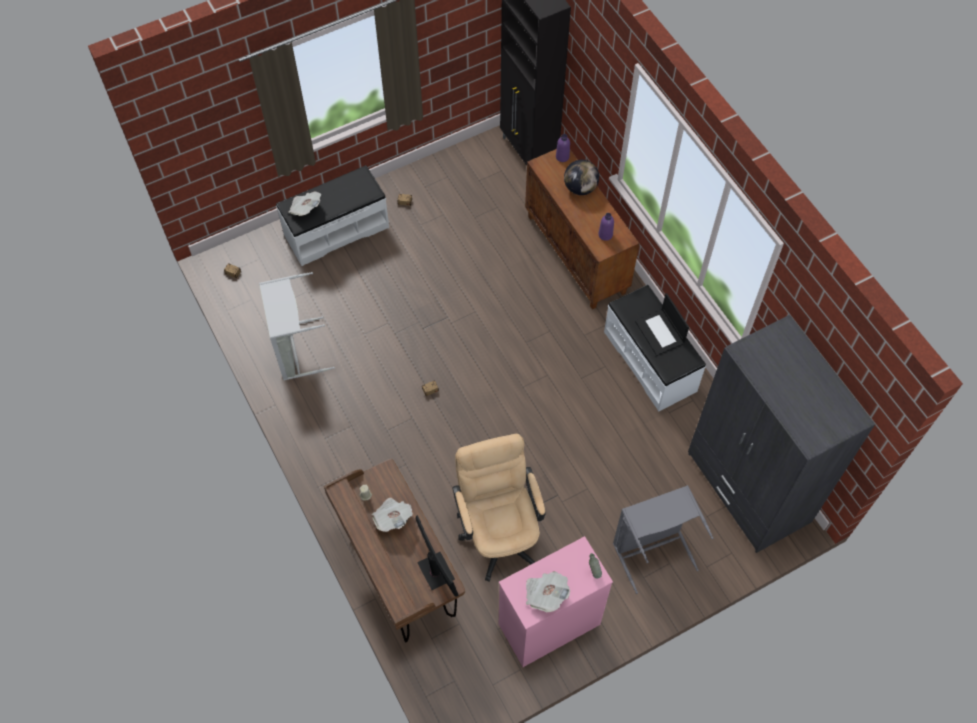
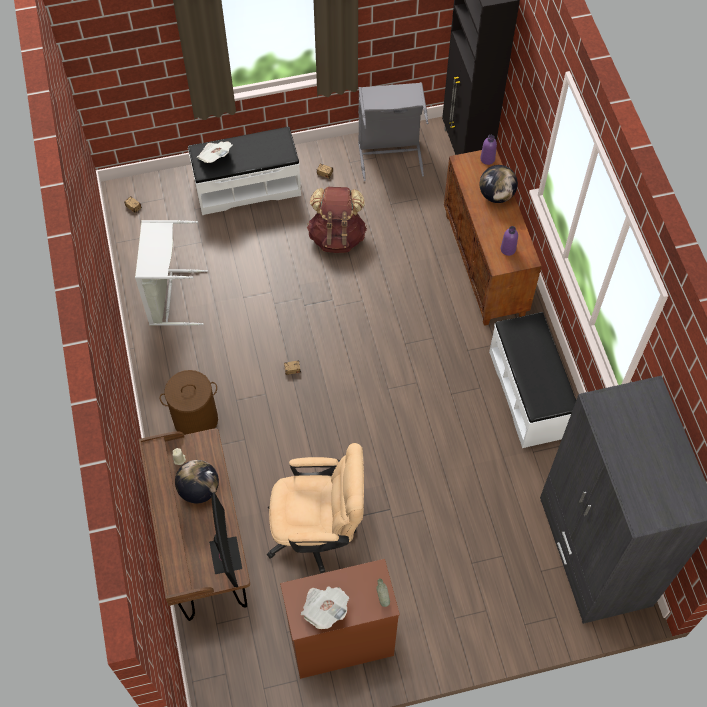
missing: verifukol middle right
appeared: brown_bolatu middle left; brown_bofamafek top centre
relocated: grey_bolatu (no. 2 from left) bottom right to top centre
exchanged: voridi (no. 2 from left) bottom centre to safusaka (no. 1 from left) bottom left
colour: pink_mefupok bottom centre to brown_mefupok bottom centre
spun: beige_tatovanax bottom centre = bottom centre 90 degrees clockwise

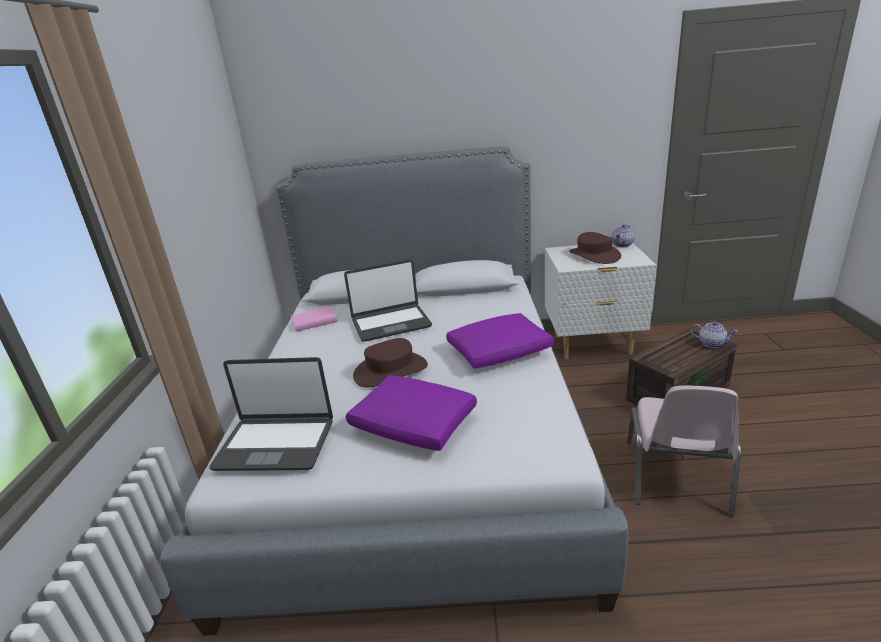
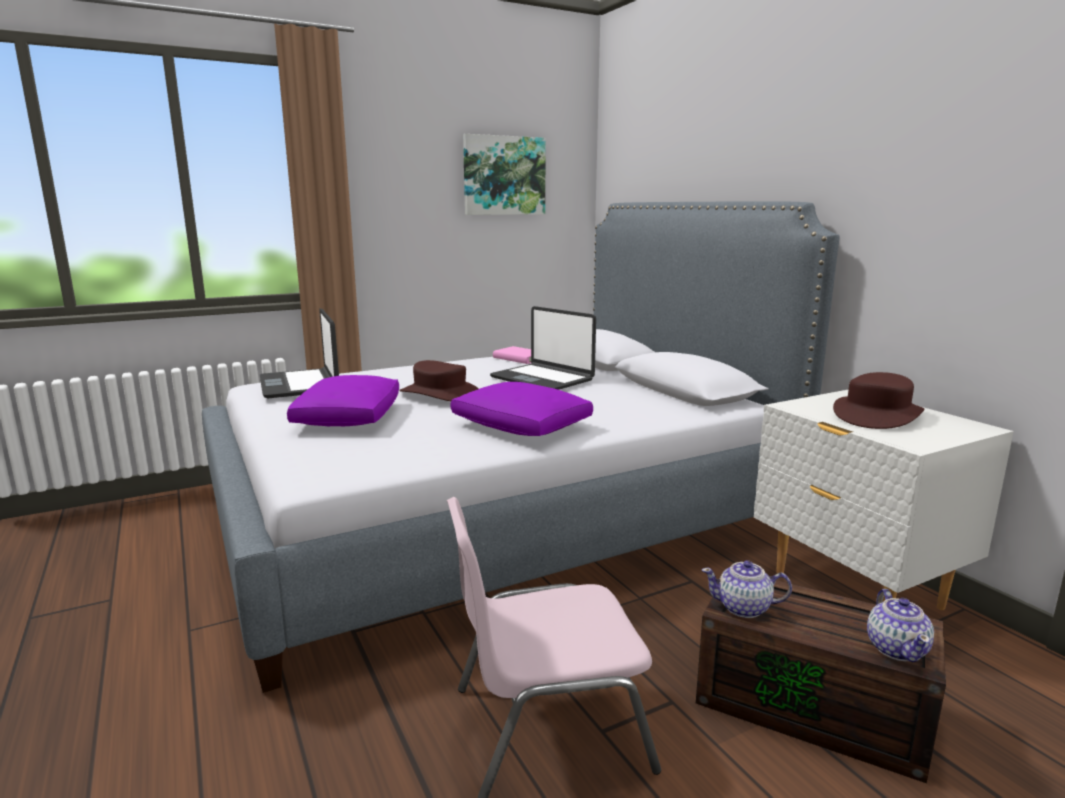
appeared: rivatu top centre
relocated: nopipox (no. 1 from left) middle right to bottom right

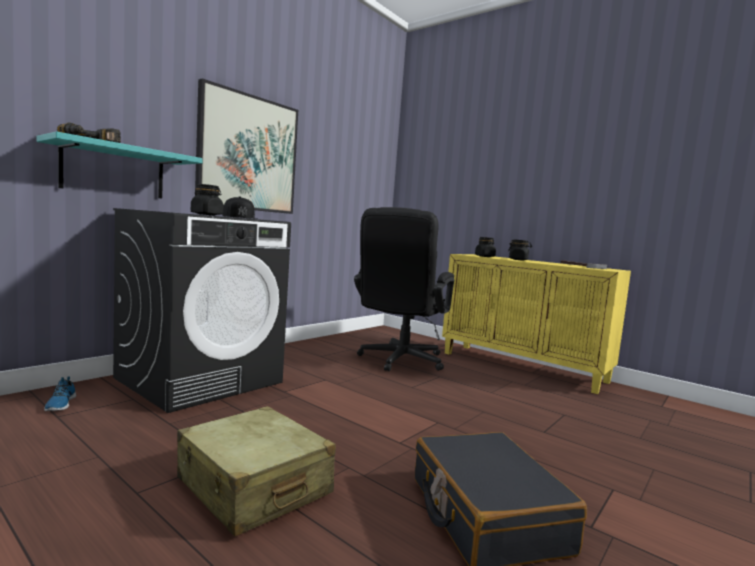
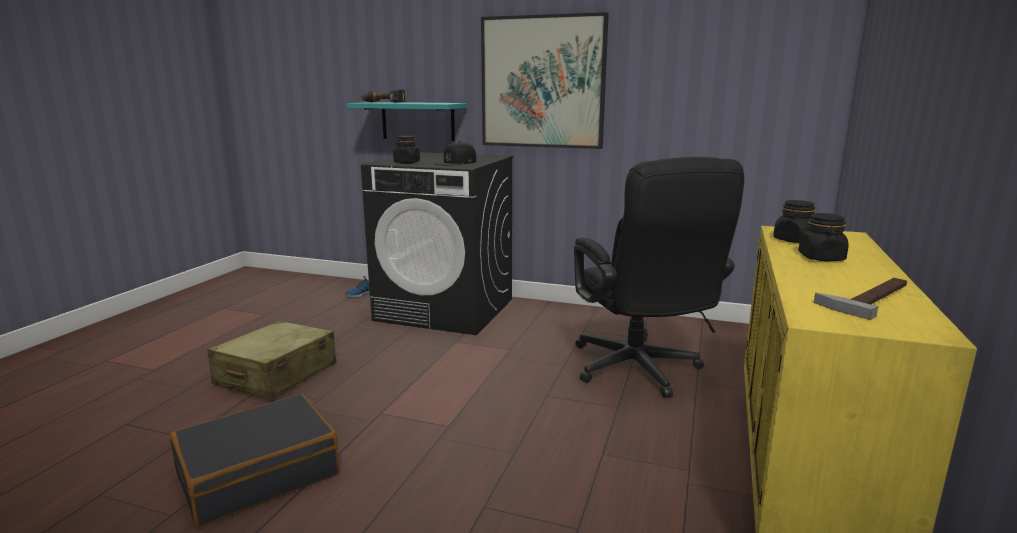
spun: black_tatovanax centre = centre 105 degrees counterclockwise

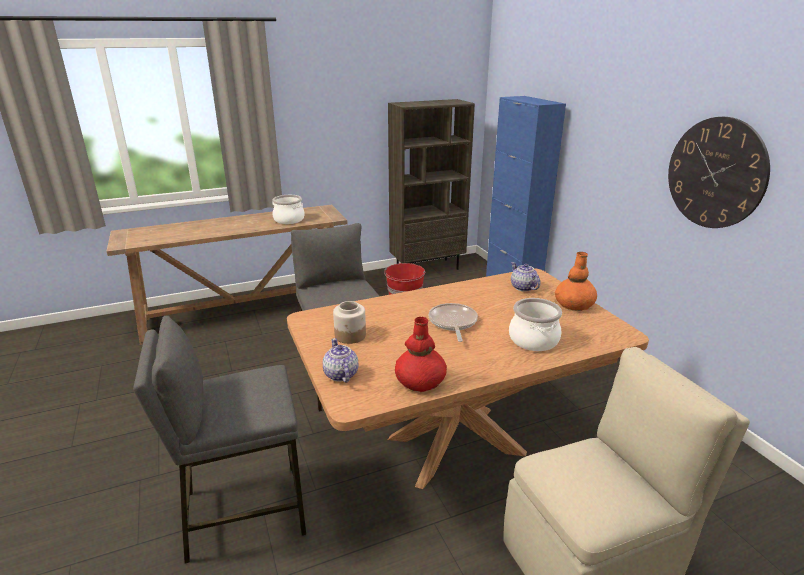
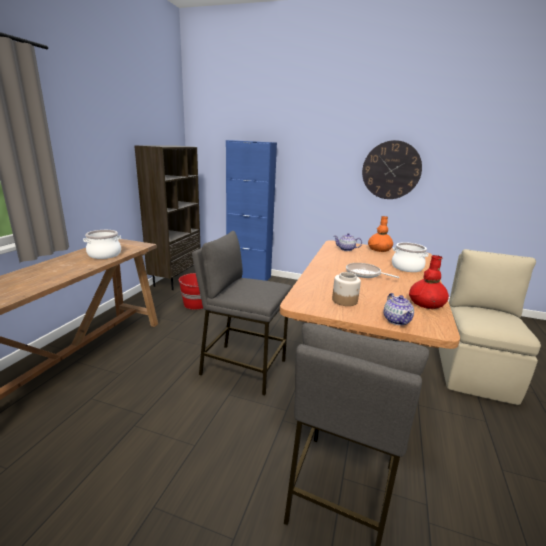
spun: nopipox (no. 1 from left in the first image) centre = middle right 120 degrees counterclockwise

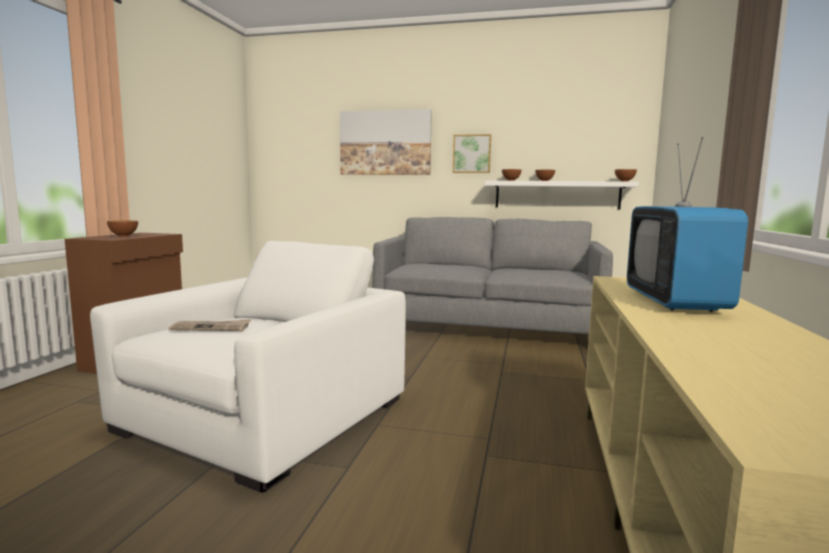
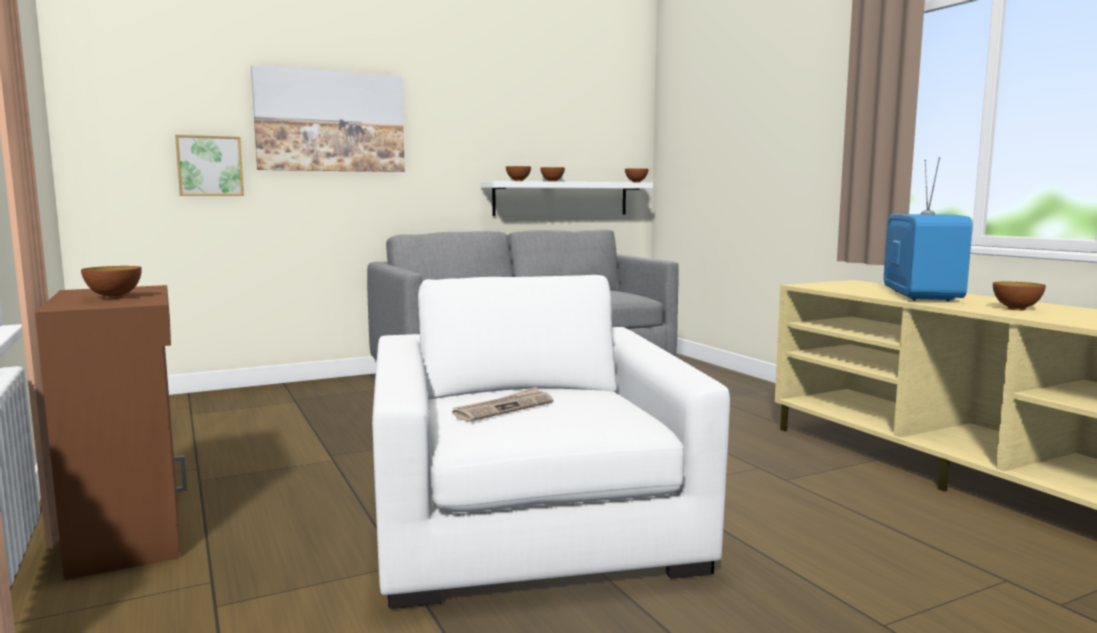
appeared: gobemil (no. 5 from left) middle right
relocated: rivatu (no. 2 from left in the first image) top centre to rivatu (no. 1 from left) top left
spun: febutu middle right = middle right 135 degrees counterclockwise

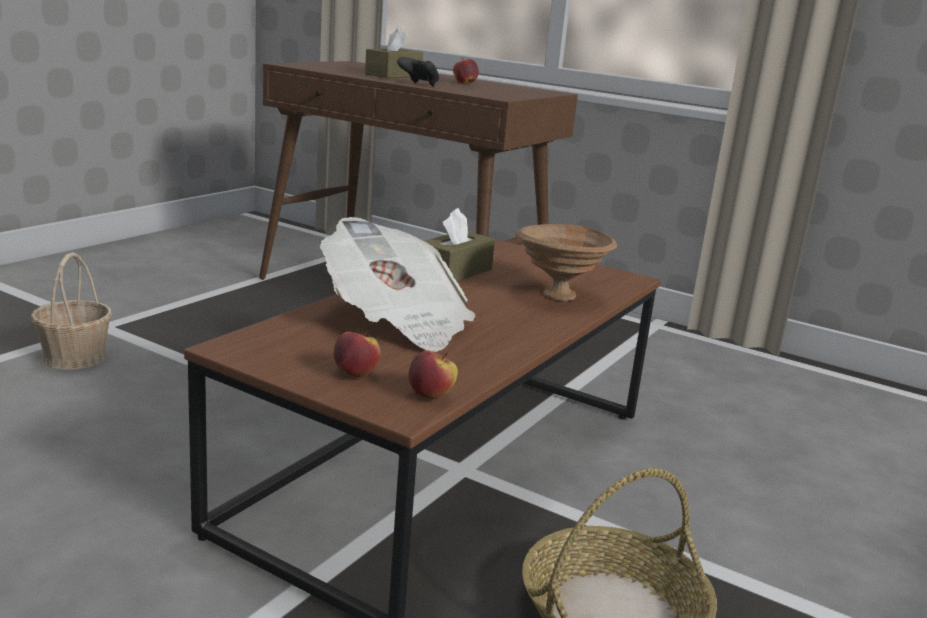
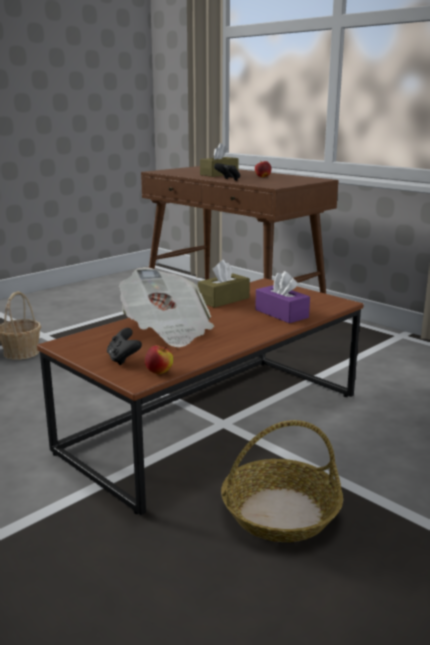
exchanged: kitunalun (no. 1 from left) centre to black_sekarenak (no. 1 from left) middle left; brown_gobemil centre to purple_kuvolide centre

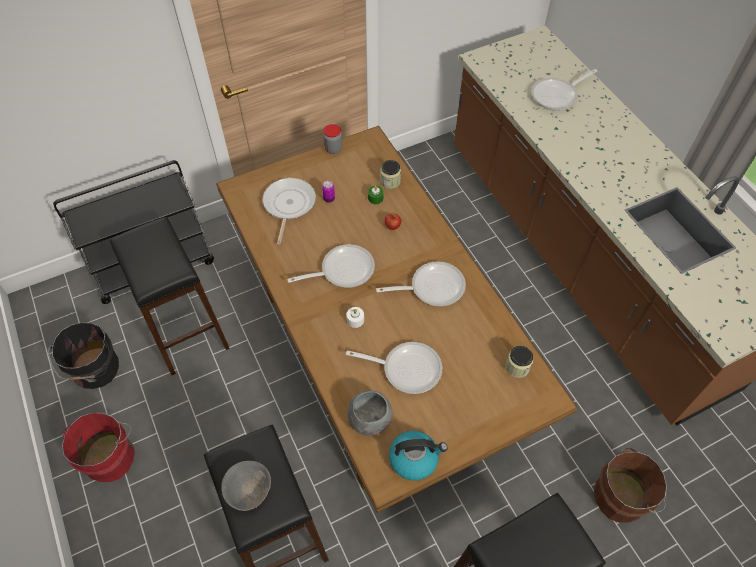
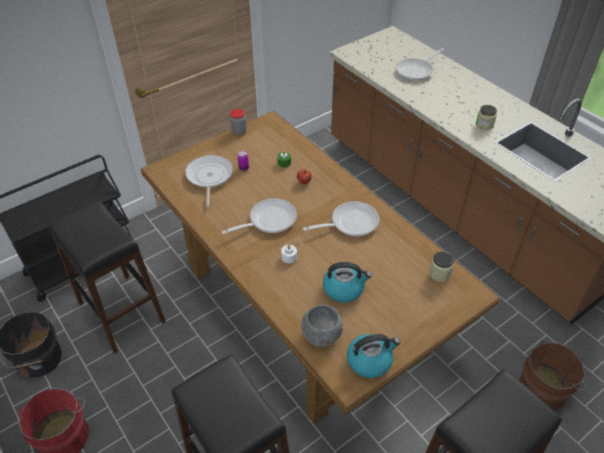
missing: grey_gobemil (no. 1 from left) bottom left
relocated: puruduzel (no. 2 from left in the first image) top centre to puruduzel (no. 3 from left) top right
exchanged: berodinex (no. 3 from left) centre to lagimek (no. 1 from left) centre

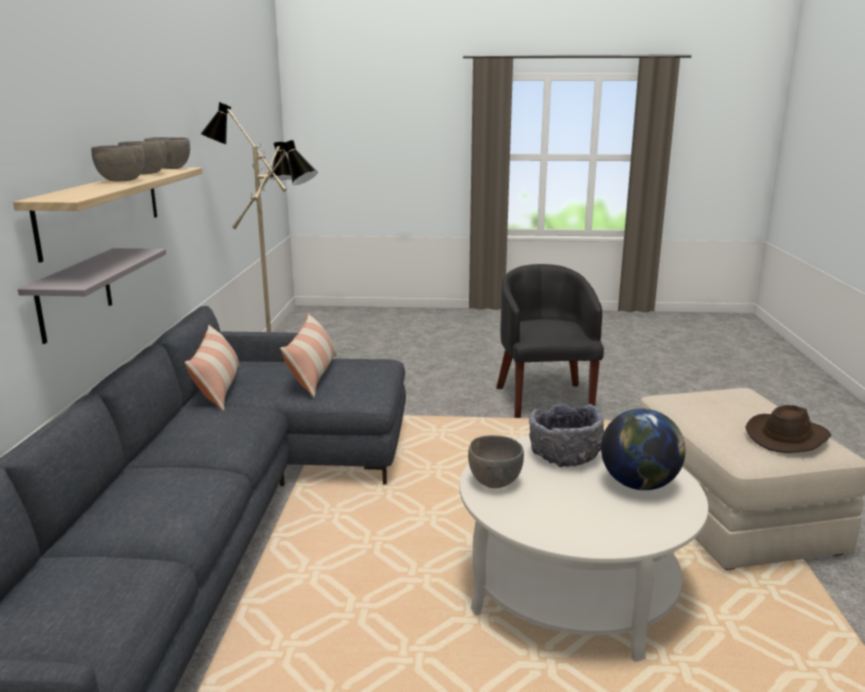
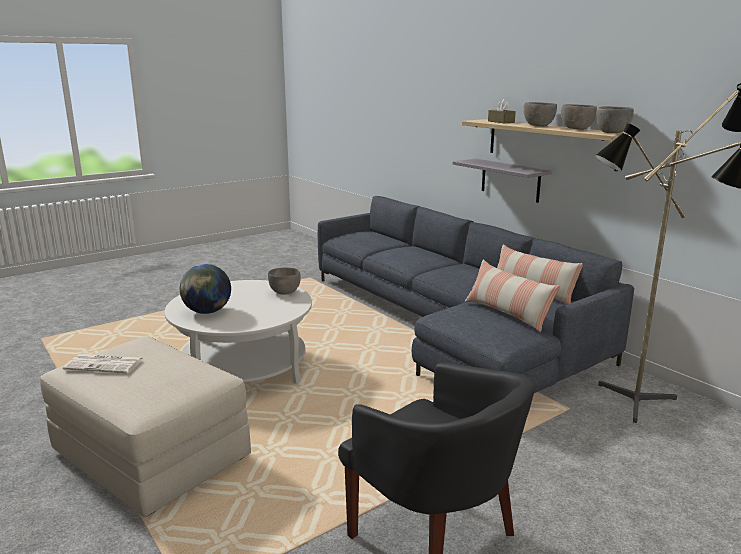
missing: grey_gobemil (no. 5 from left) centre
appeared: brown_kuvolide top right
exchanged: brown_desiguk middle right to voridi middle left

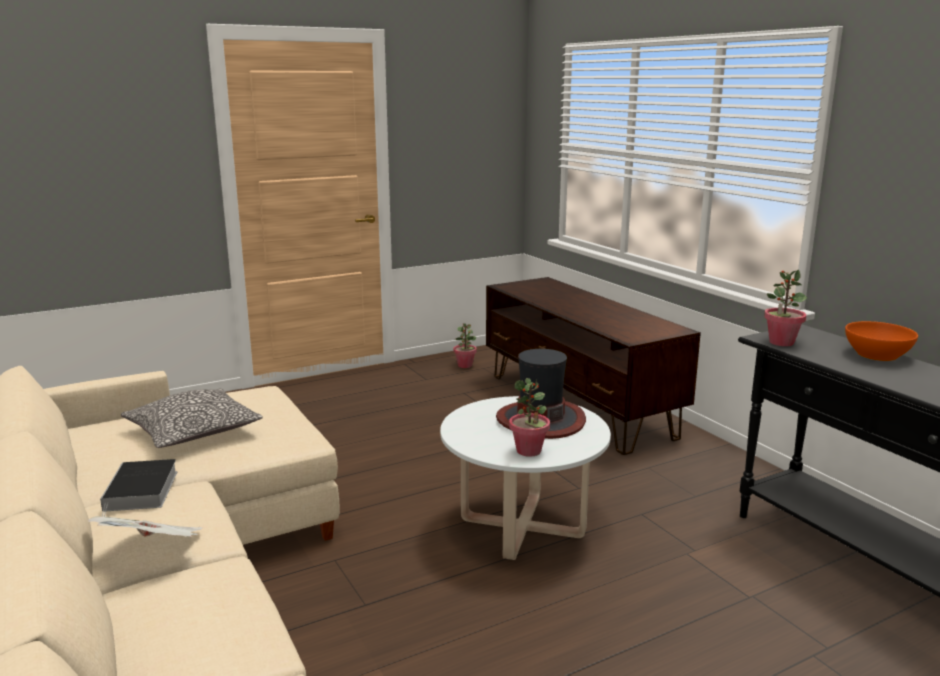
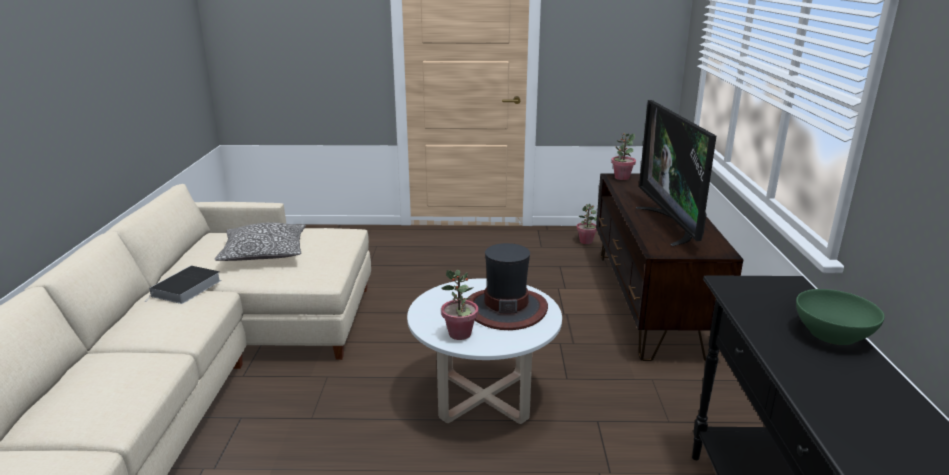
missing: voridi bottom left
appeared: febutu middle right
relocated: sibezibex (no. 3 from left) middle right to top centre
colour: orange_gobemil middle right to green_gobemil bottom right

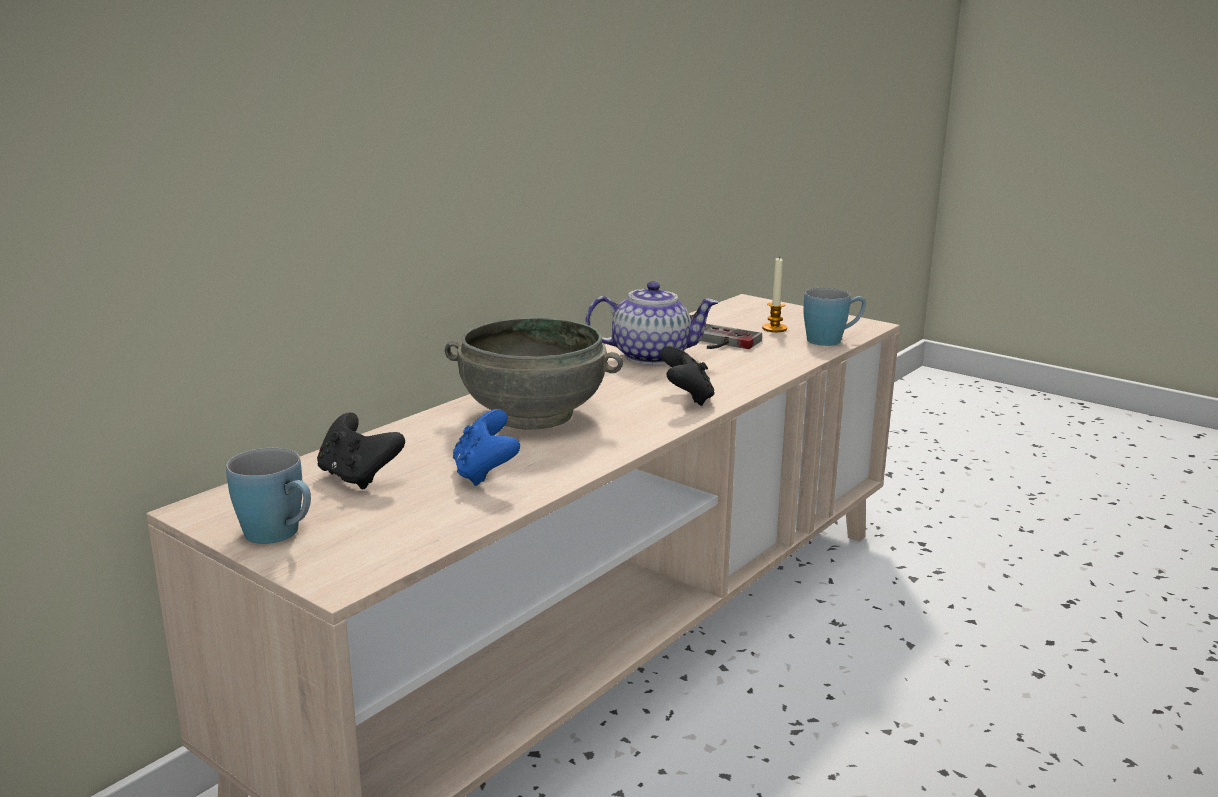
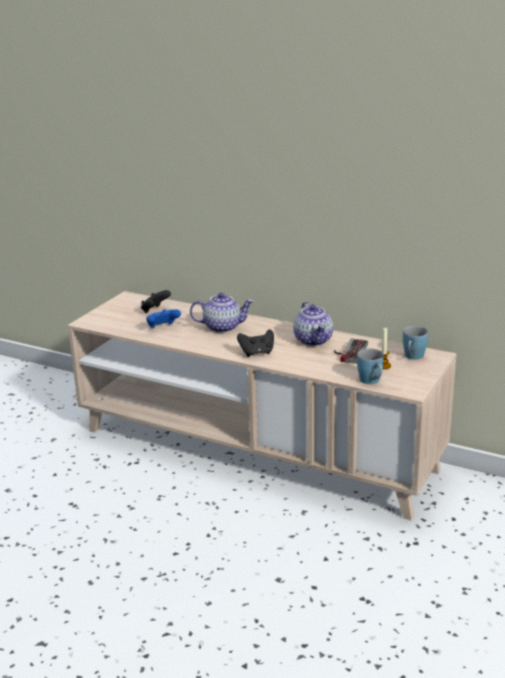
relocated: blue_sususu (no. 1 from left in the first image) middle left to blue_sususu (no. 2 from left) middle right
exchanged: grey_gobemil centre to nopipox (no. 1 from left) centre

